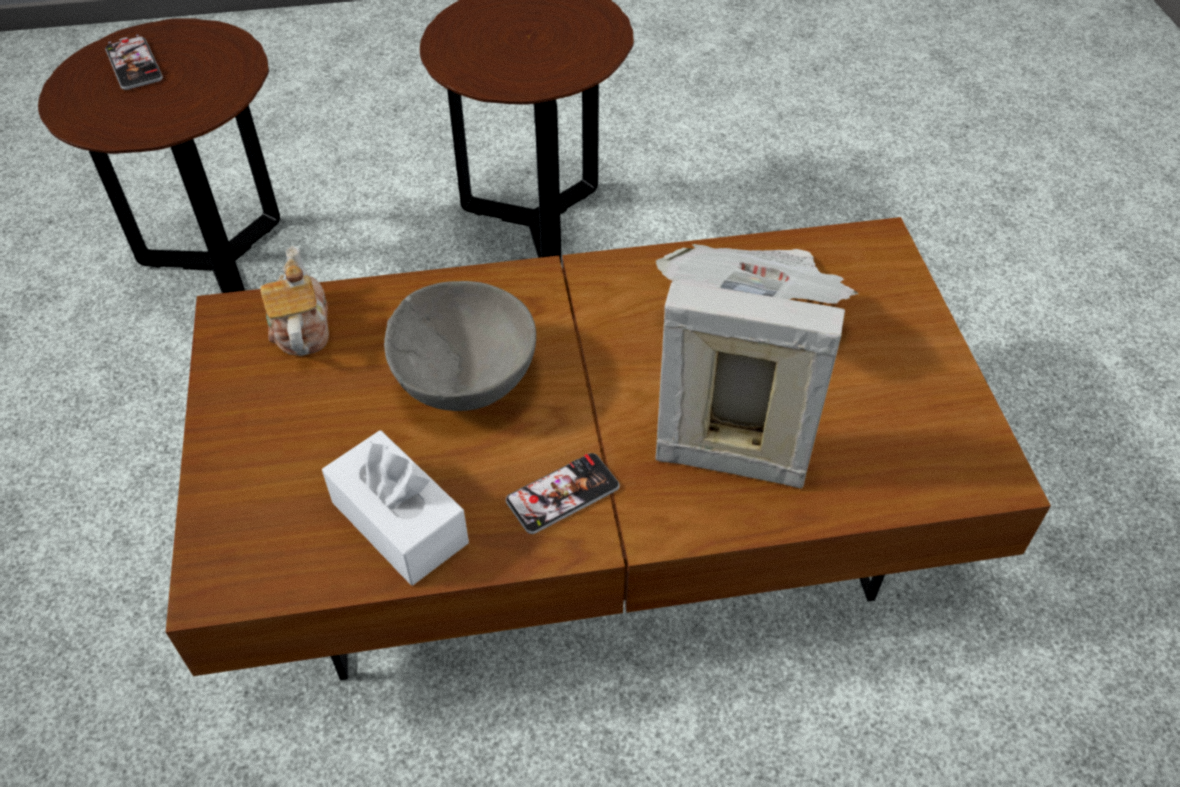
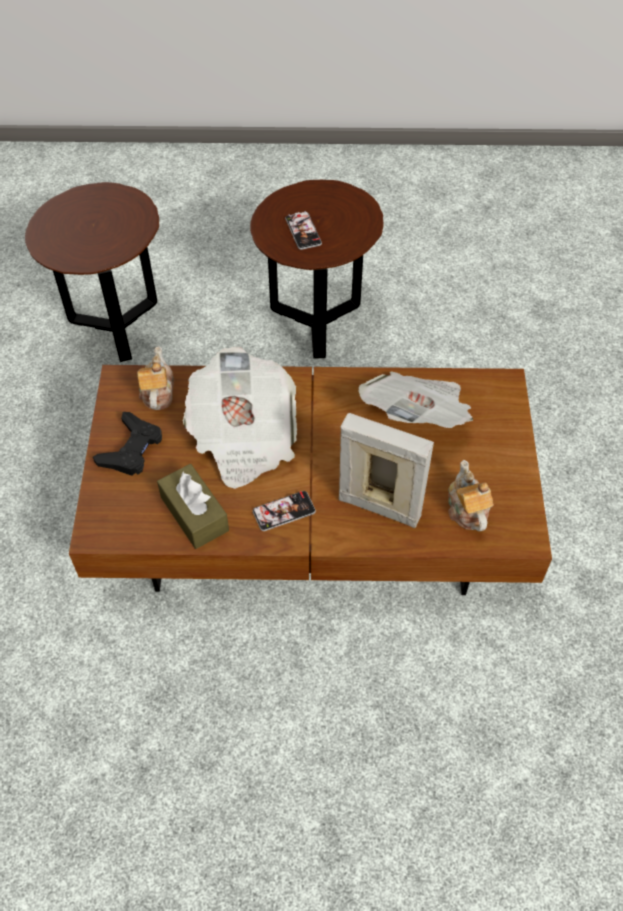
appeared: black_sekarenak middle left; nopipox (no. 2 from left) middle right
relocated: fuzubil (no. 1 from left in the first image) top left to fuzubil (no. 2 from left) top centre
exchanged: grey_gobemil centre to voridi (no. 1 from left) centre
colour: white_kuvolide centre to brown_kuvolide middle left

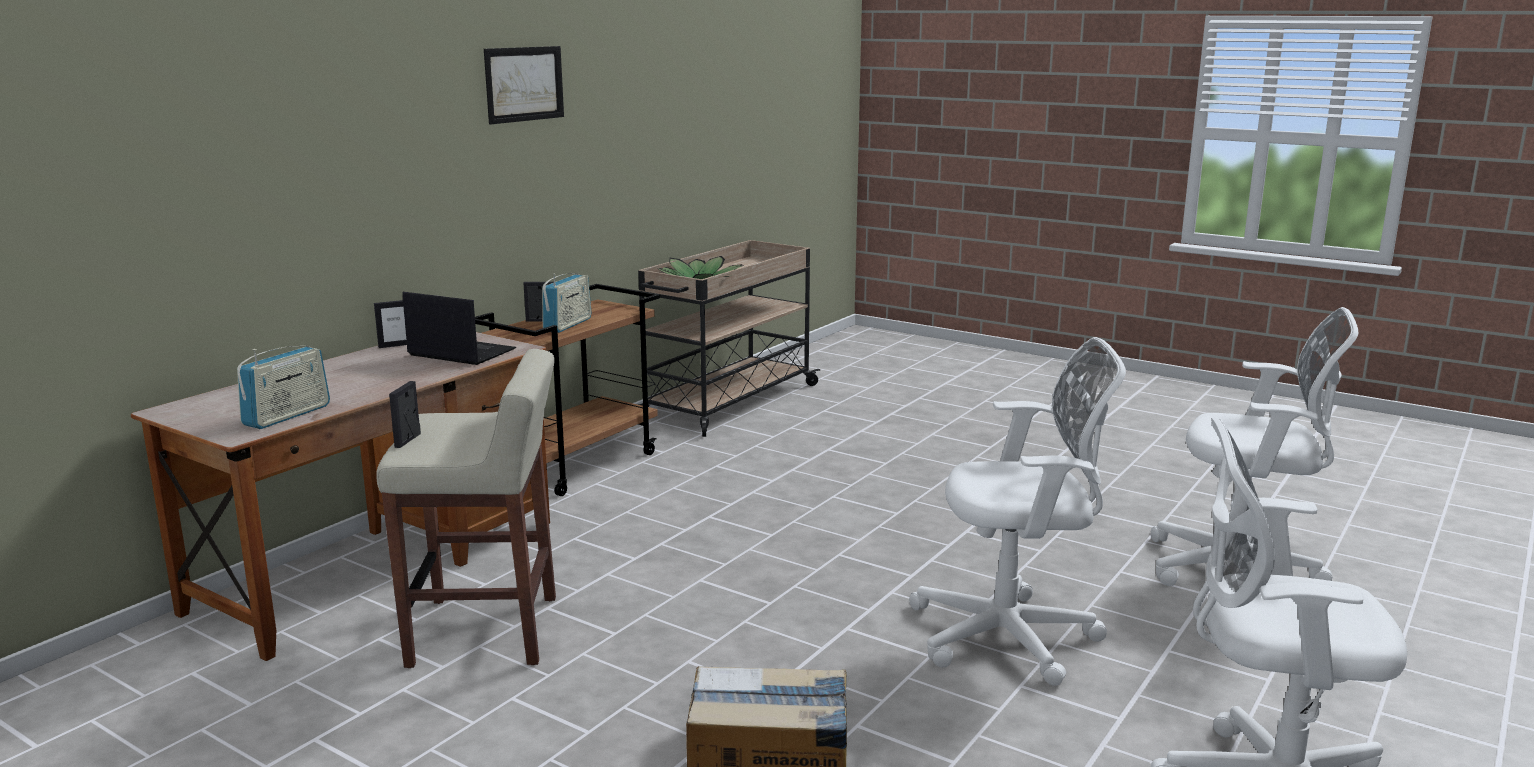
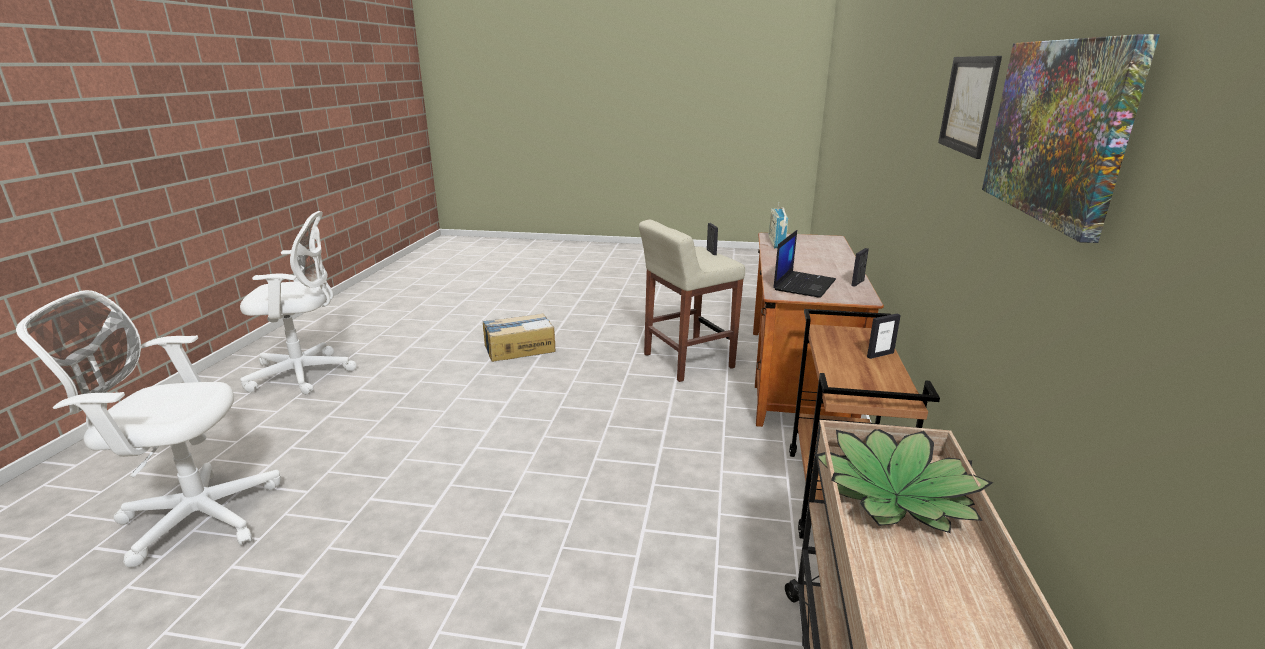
missing: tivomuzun (no. 2 from left) centre; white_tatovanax (no. 1 from left) centre
appeared: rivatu (no. 2 from left) top right
spun: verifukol middle left = centre 60 degrees counterclockwise

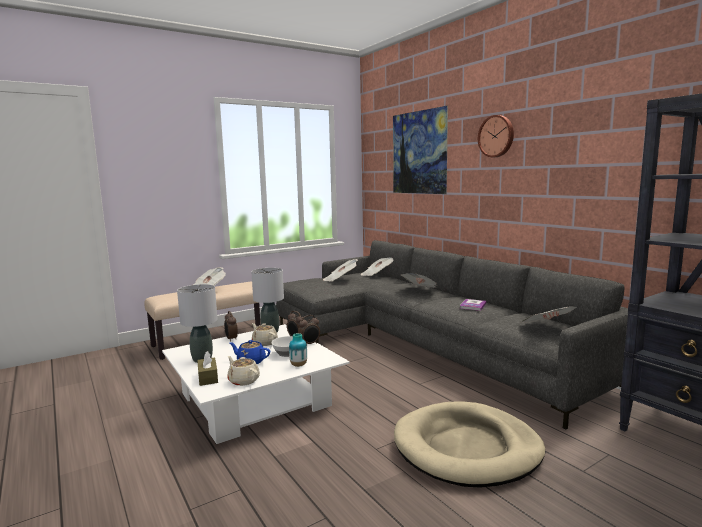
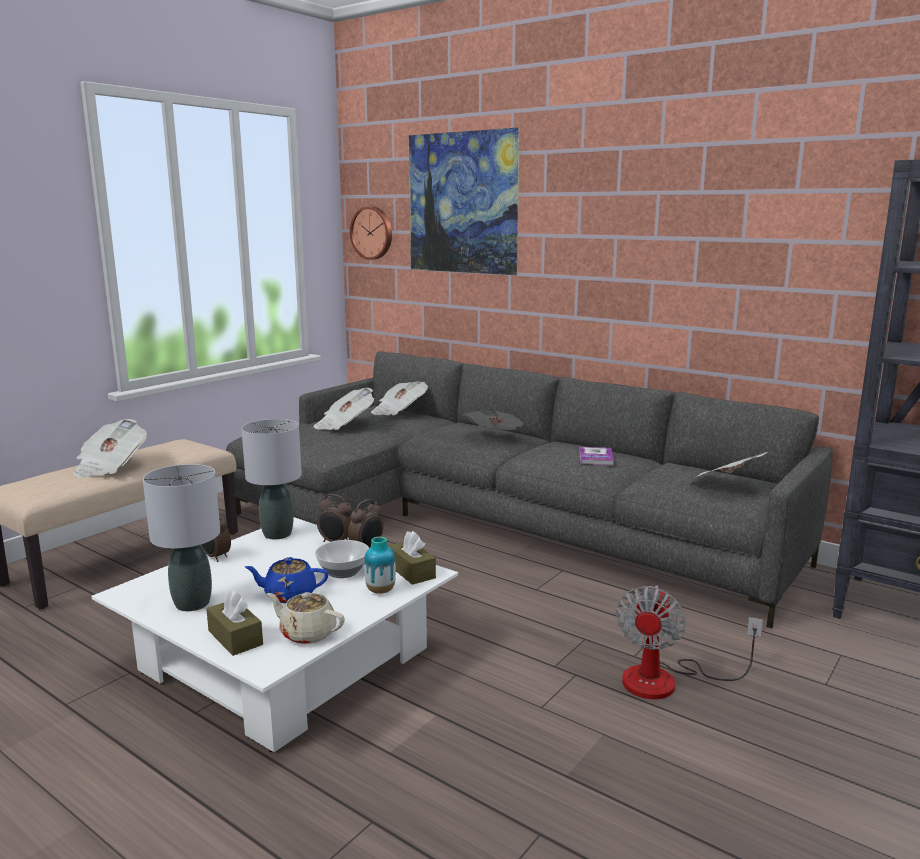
missing: beige_nopipox (no. 2 from left) centre
appeared: brown_kuvolide (no. 2 from left) centre
relocated: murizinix top right to top centre
exchanged: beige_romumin bottom right to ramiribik bottom right

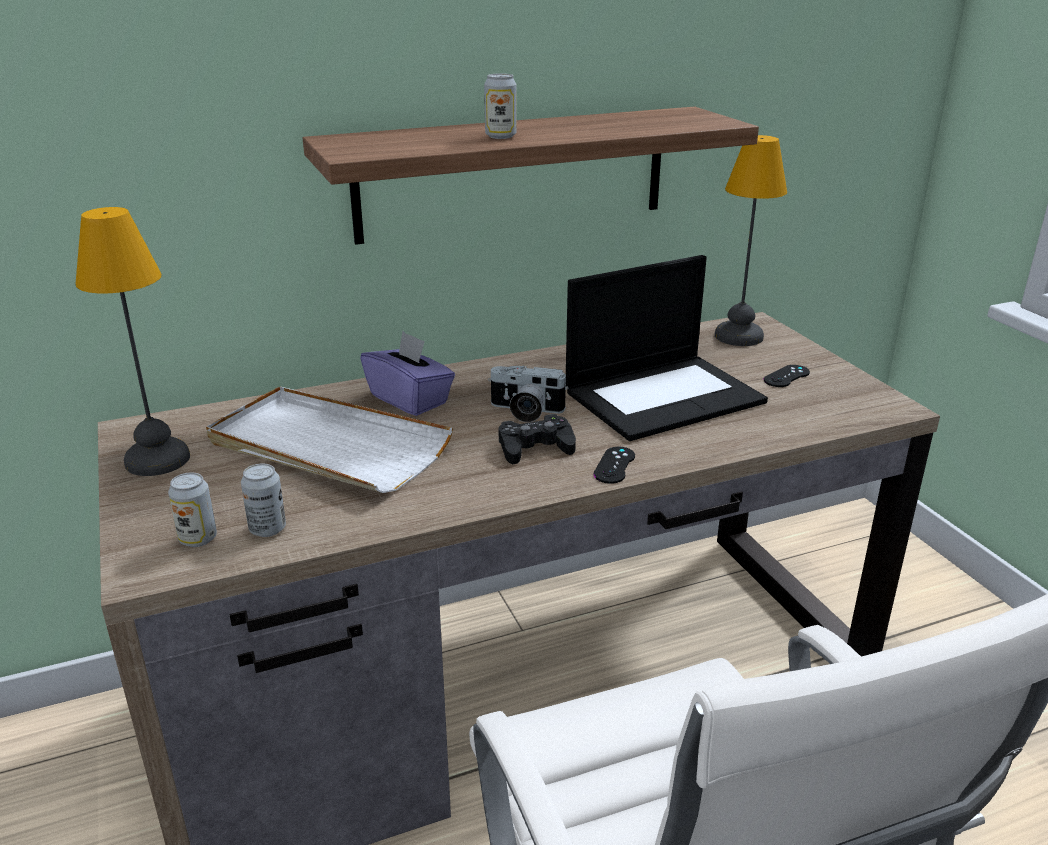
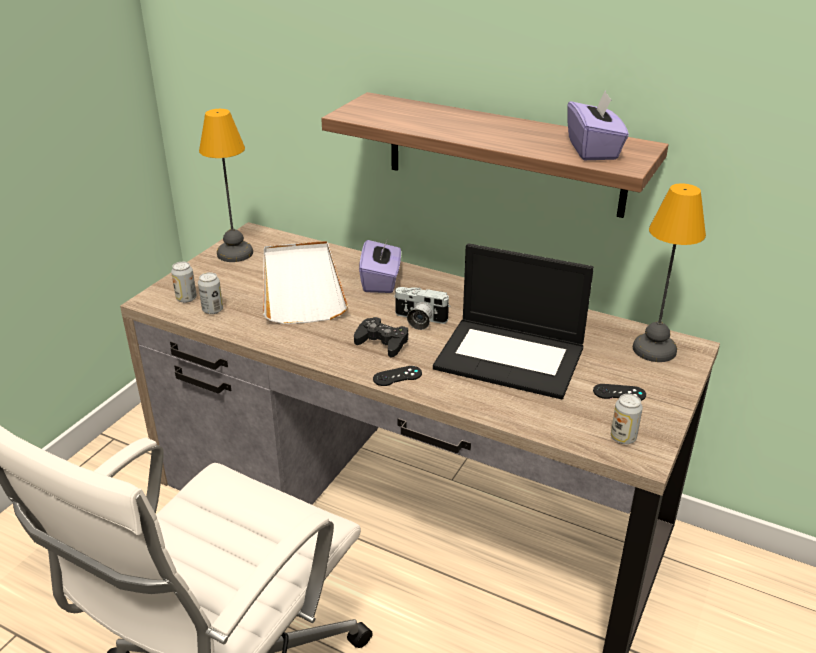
appeared: purple_kuvolide (no. 2 from left) top right
relocated: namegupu (no. 3 from left) top centre to middle right
spun: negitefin centre = centre 45 degrees counterclockwise

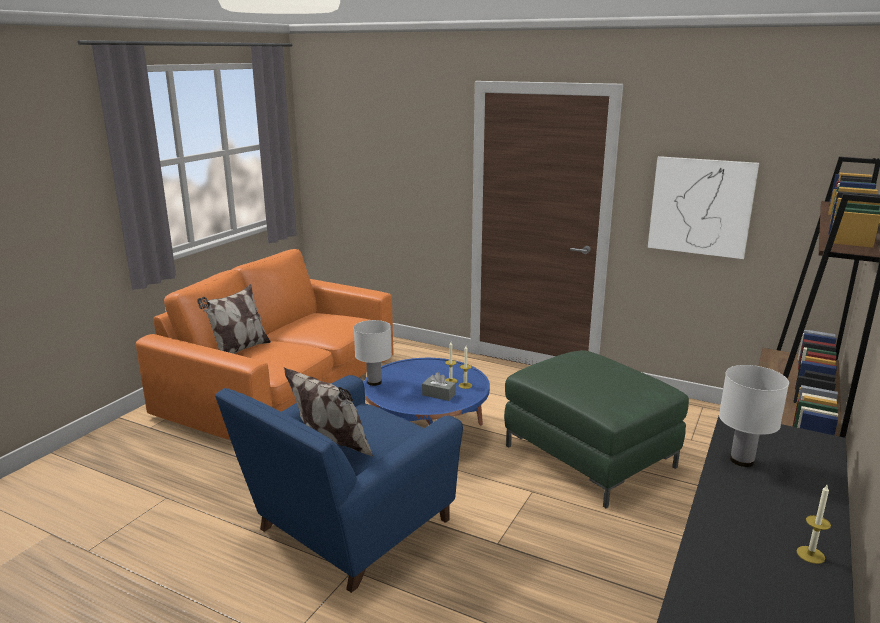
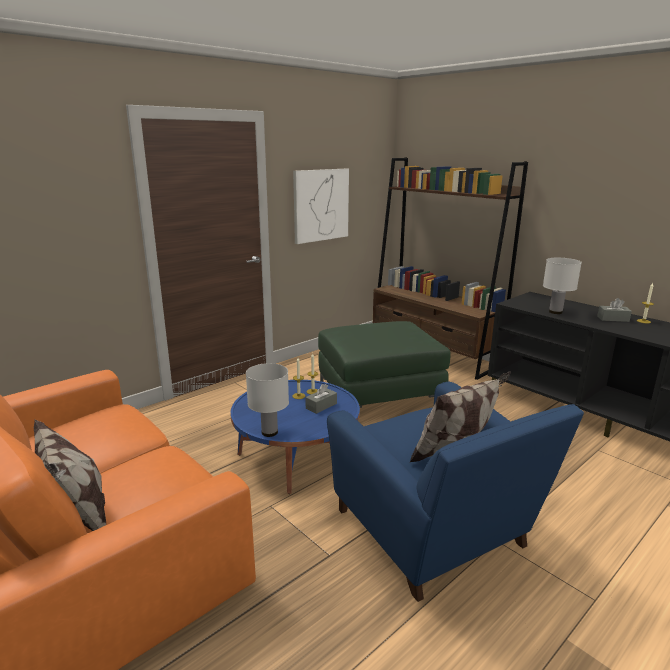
appeared: grey_kuvolide (no. 2 from left) middle right

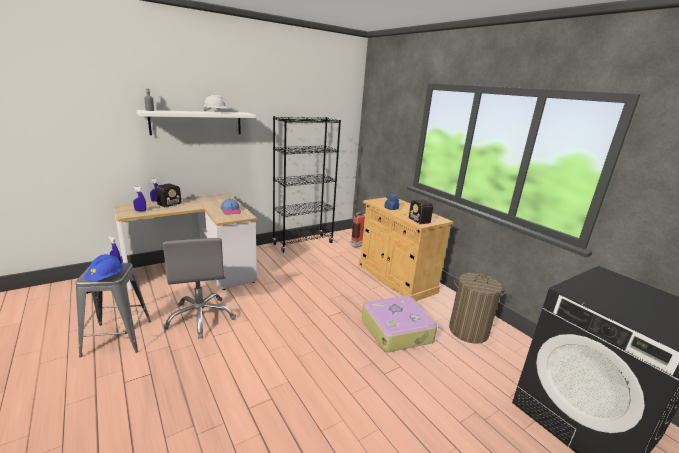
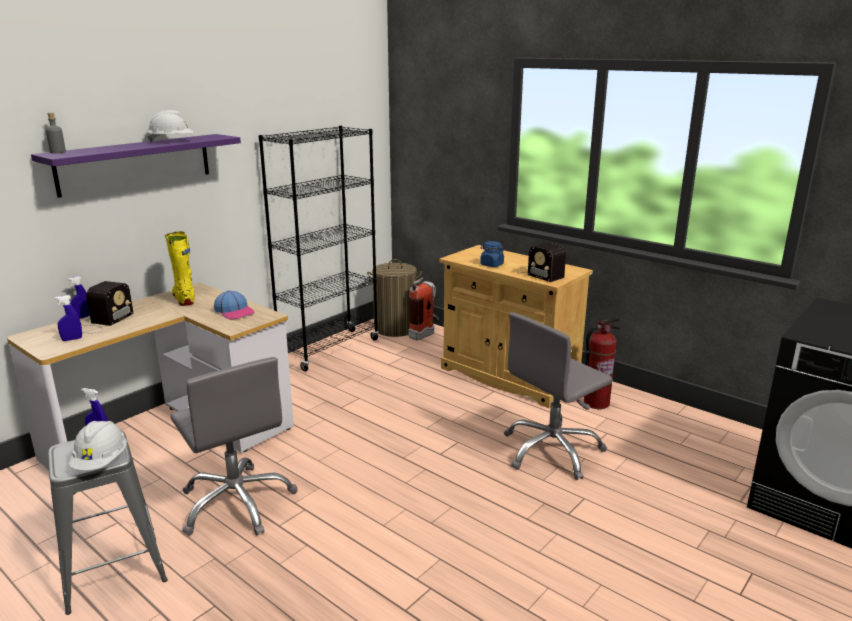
appeared: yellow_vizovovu middle left; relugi (no. 2 from left) middle right
relocated: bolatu bottom right to centre
exchanged: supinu bottom centre to grey_tatovanax (no. 2 from left) centre
colour: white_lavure top left to purple_lavure top left; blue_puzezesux middle left to white_puzezesux (no. 1 from left) bottom left

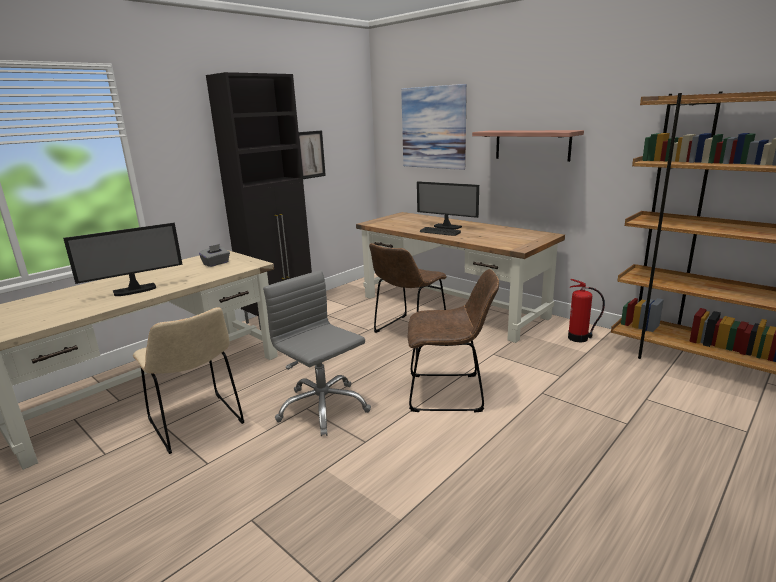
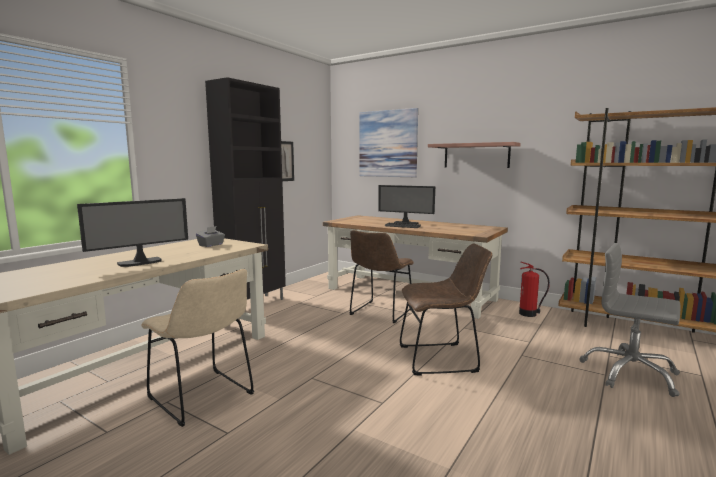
relocated: grey_tatovanax centre to bottom right

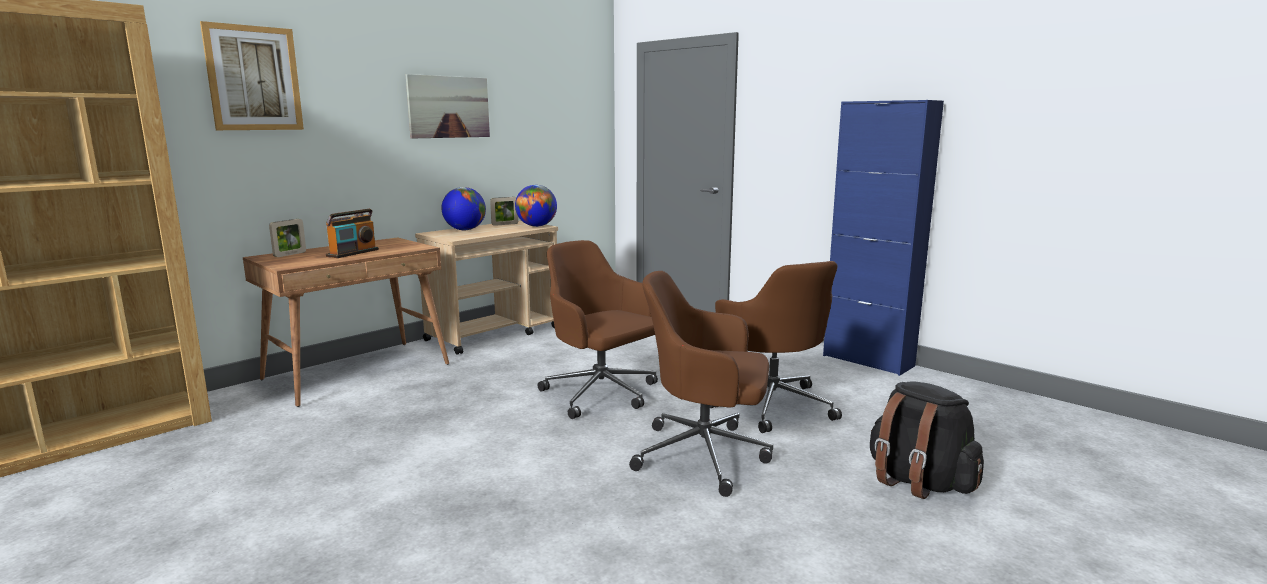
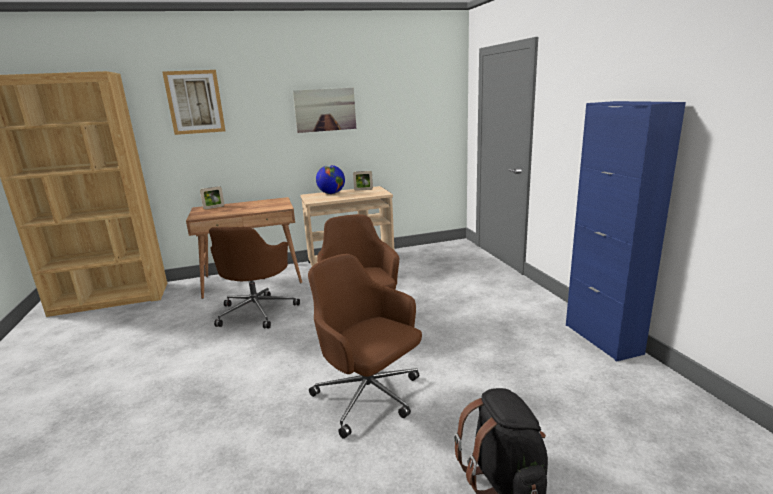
missing: tivomuzun middle left; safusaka (no. 2 from left) centre
relocated: brown_tatovanax (no. 3 from left in the first image) centre to brown_tatovanax (no. 1 from left) middle left

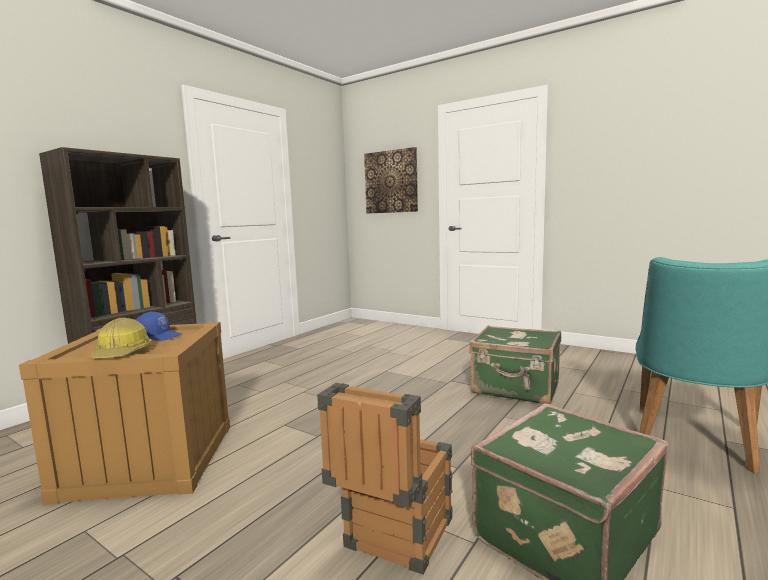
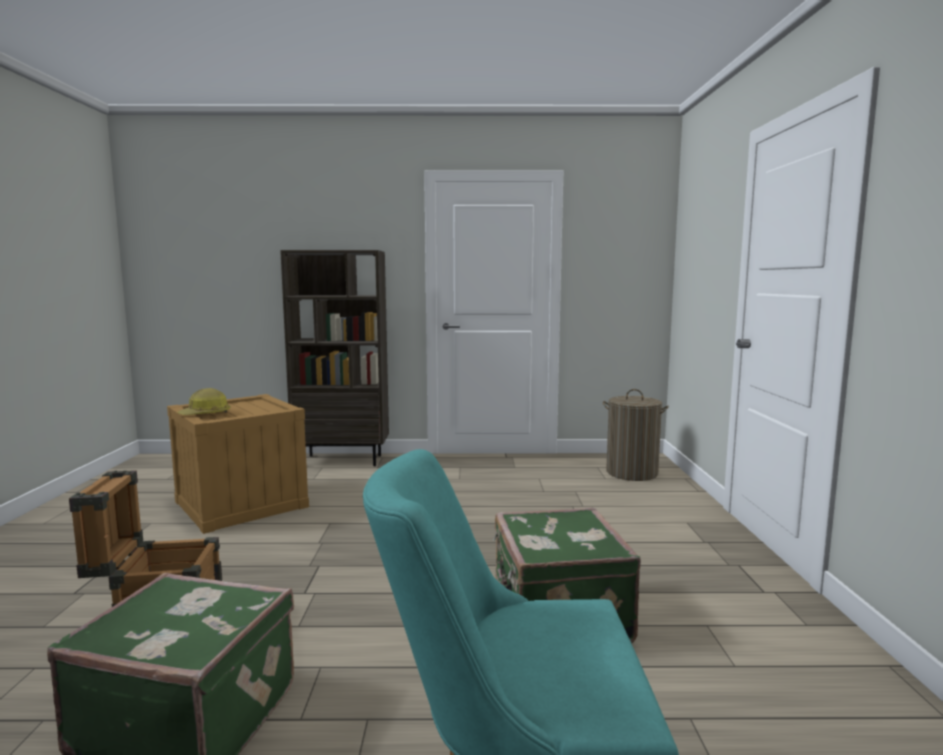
missing: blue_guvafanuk middle left; rivatu top centre
appeared: bolatu middle right

